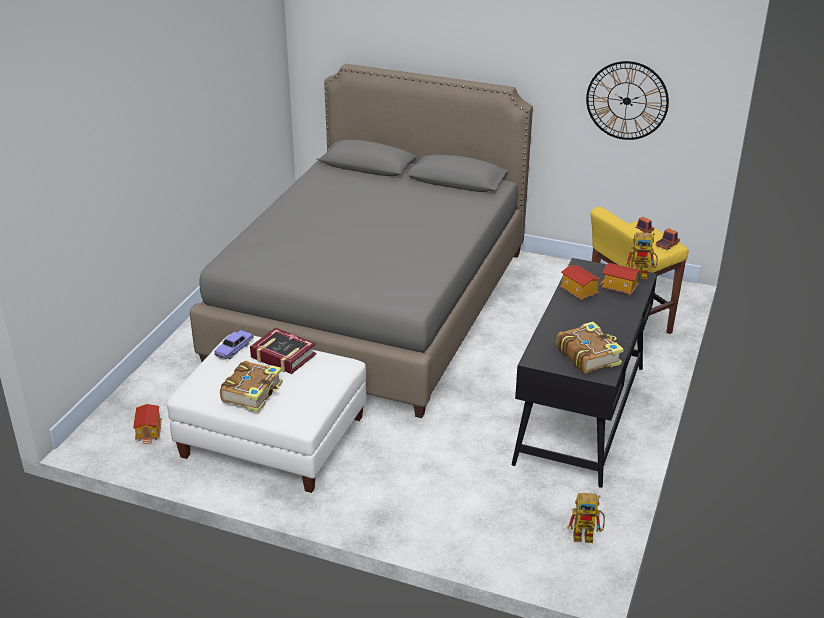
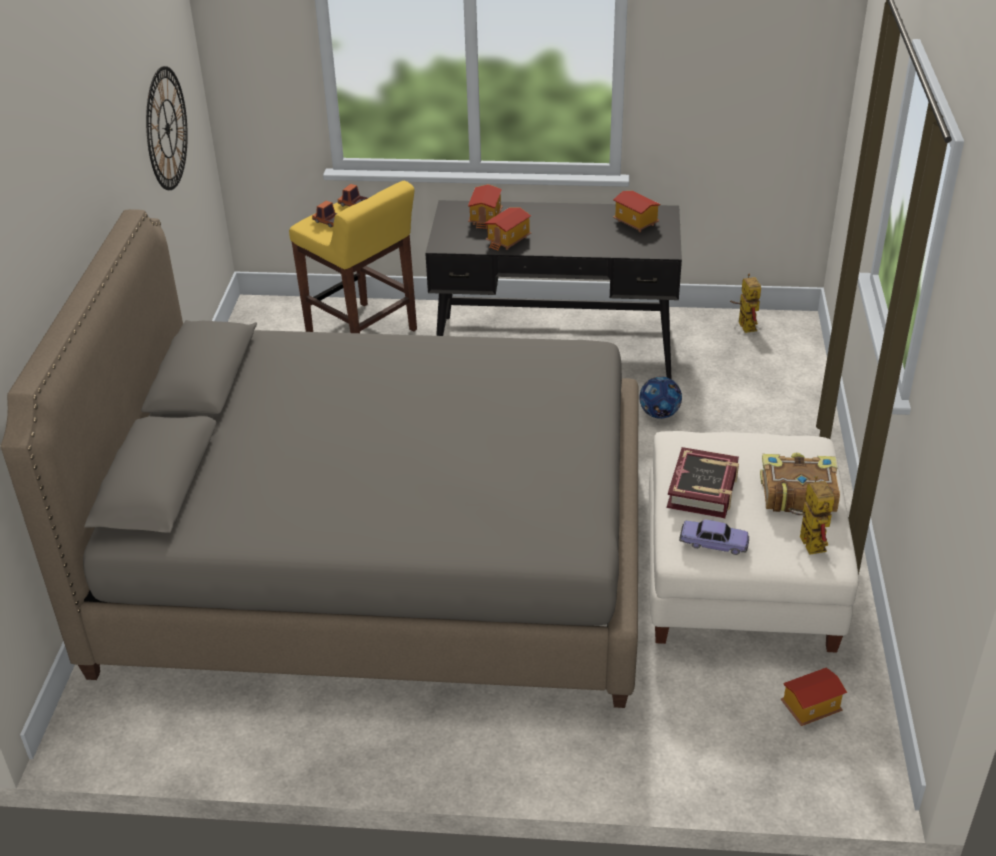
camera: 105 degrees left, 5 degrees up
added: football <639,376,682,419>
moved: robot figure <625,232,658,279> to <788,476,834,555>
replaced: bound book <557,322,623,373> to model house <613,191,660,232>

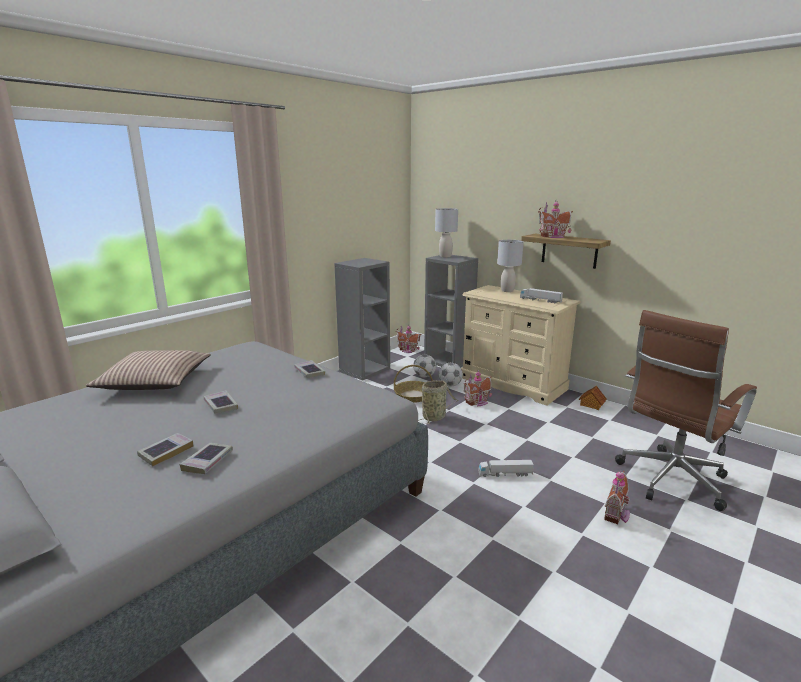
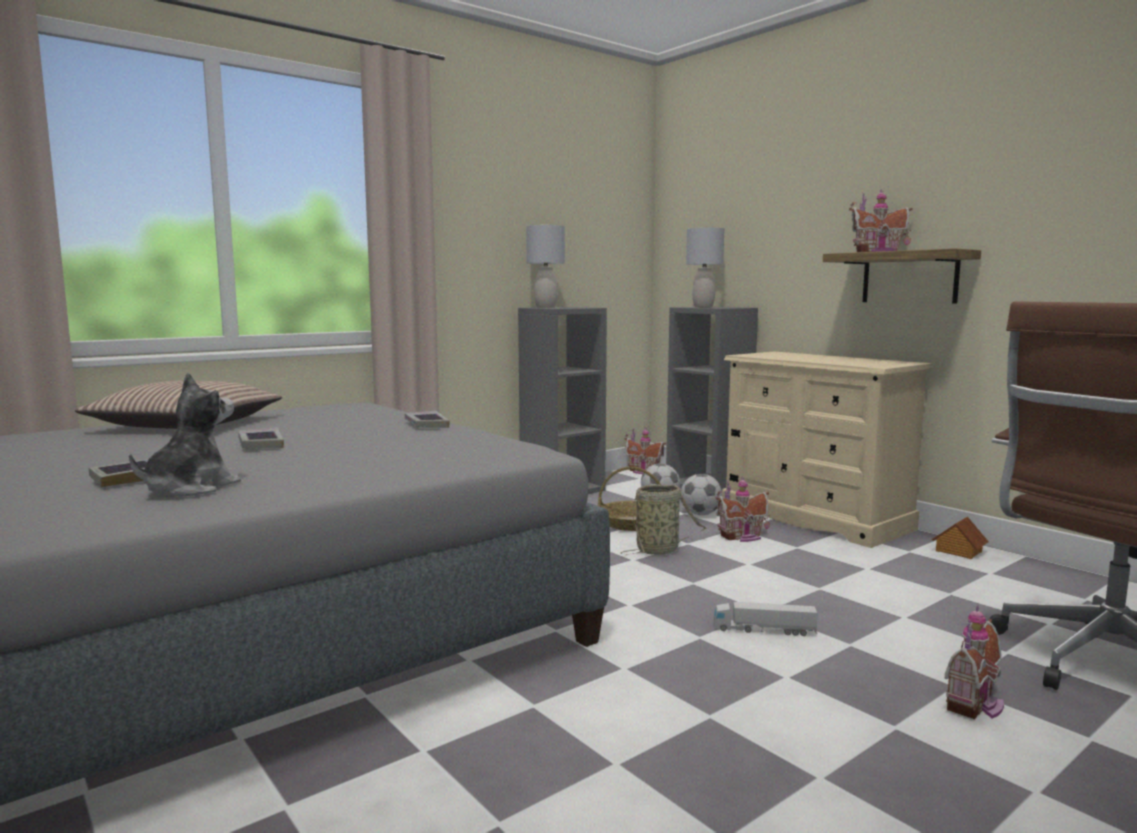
camera: 10 degrees right, 10 degrees down
removed: toy truck <520,288,563,304>
moved: greyish lamp for a table <497,240,524,292> to <526,225,565,308>
replaced: bound book <179,443,233,474> to soft toy <129,373,241,497>

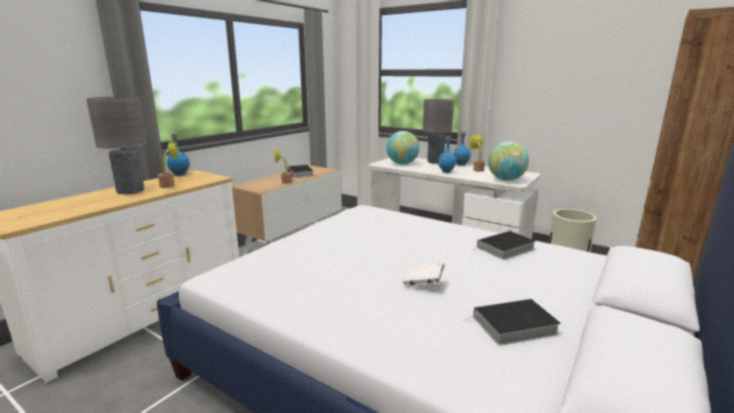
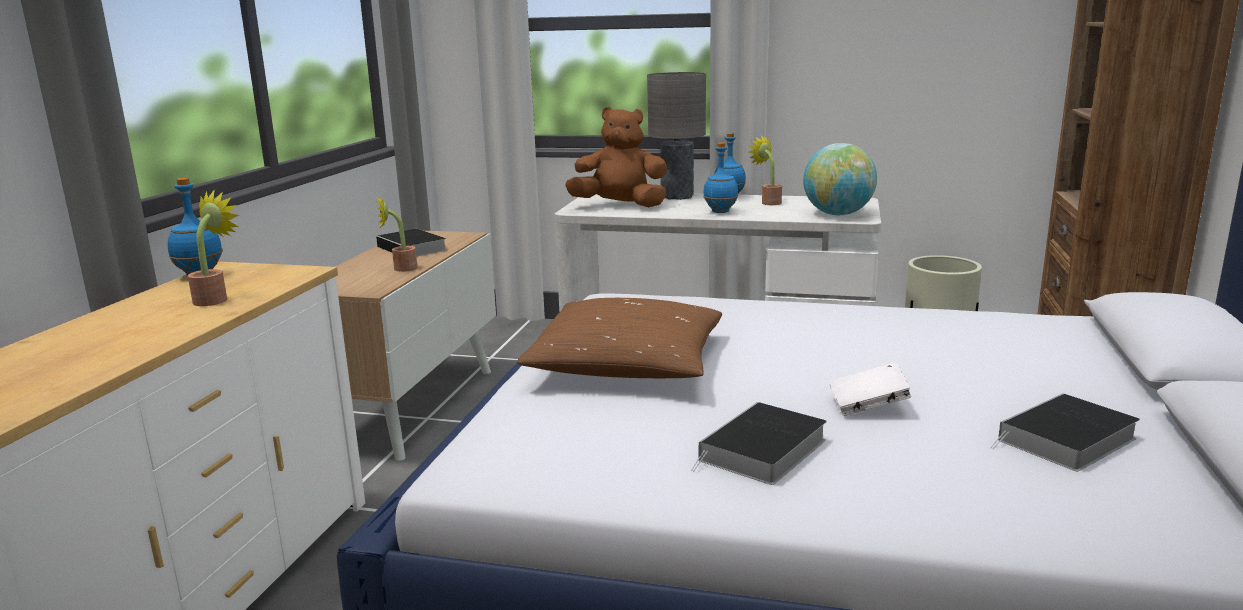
camera: 20 degrees left, 0 degrees up
removed: greyish lamp for a table <86,97,147,195>
added: brown cushion <517,298,722,378>
moved: bound book <475,231,536,260> to <691,402,827,485>
replaced: desk globe <386,131,420,164> to brown soft toy <565,107,667,207>

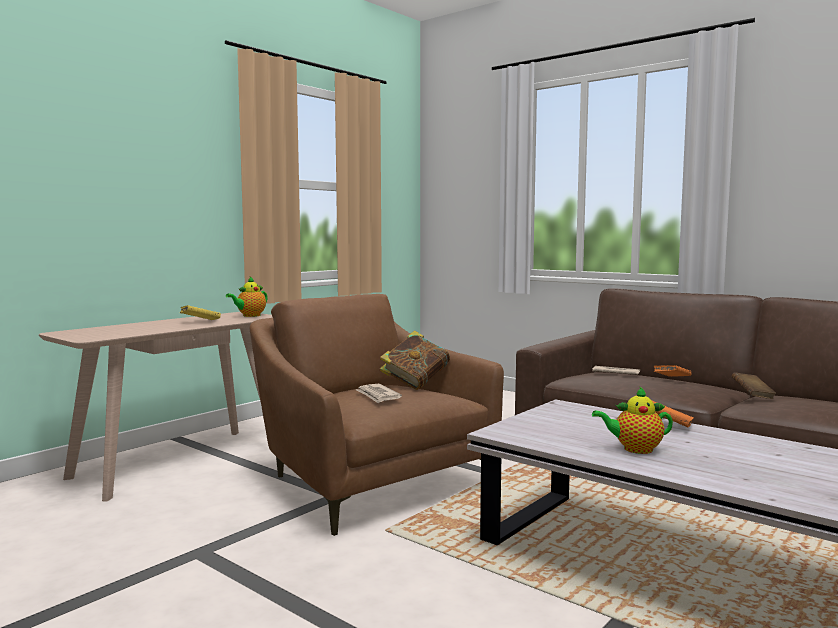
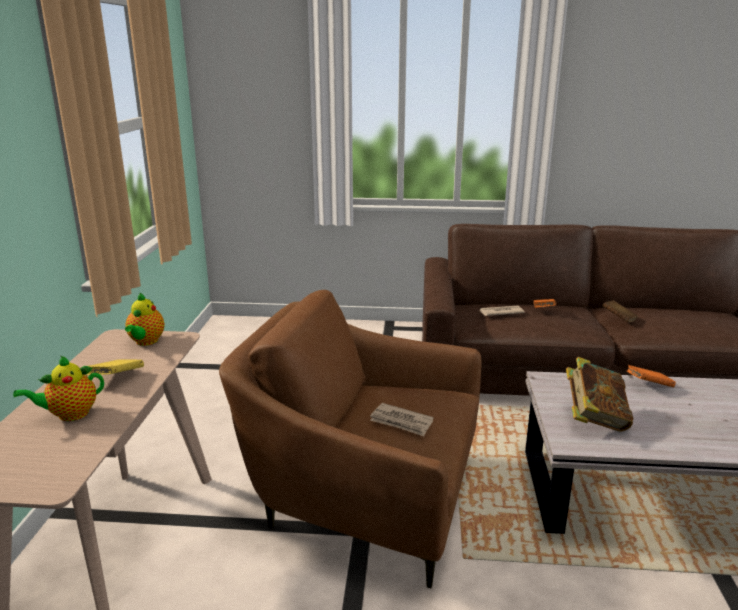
camera: 35 degrees left, 15 degrees up
moved: bound book <380,330,450,390> to <566,357,633,432>; pot for tea <592,386,673,454> to <13,355,104,421>

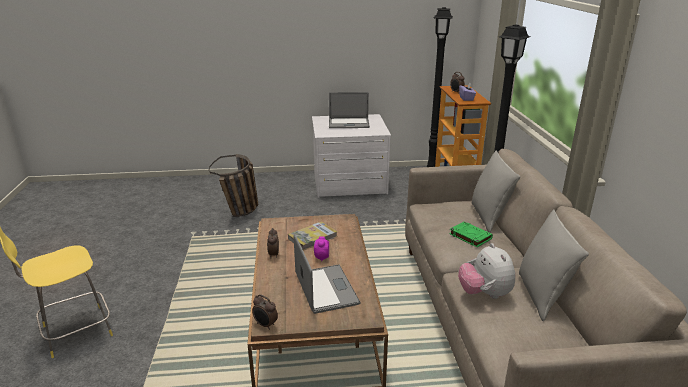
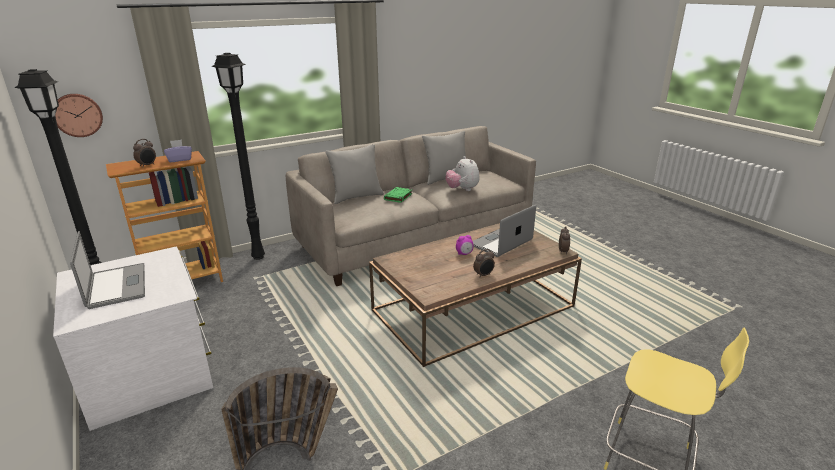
camera: 115 degrees left, 0 degrees up
removed: bound book <288,221,337,250>
added: hanging clock <55,94,103,137>
turned: soft toy <458,243,515,299> = <445,156,480,191> 105 degrees clockwise

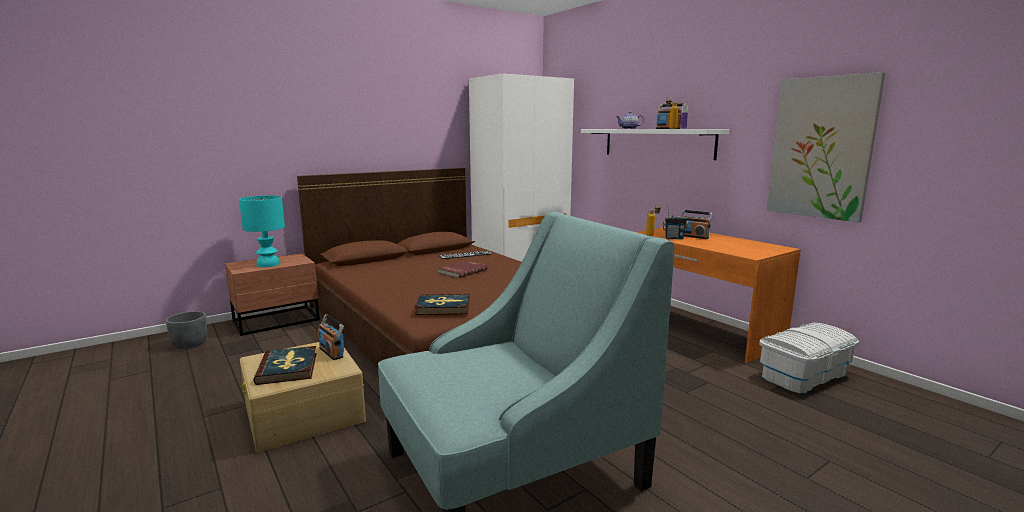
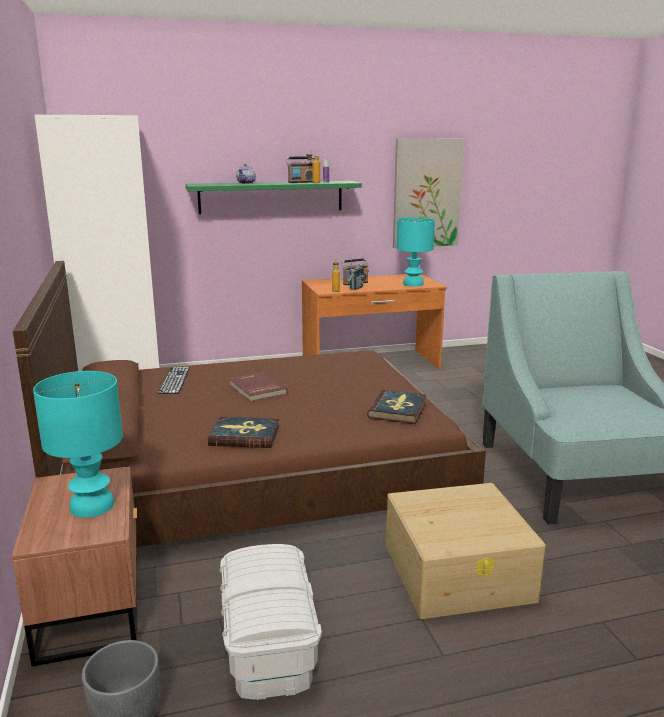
camera: 70 degrees left, 5 degrees up
removed: radio receiver <318,314,344,360>
added: blue-green lamp for a table <397,218,435,287>
moved: bound book <254,346,317,385> to <208,417,279,448>; white-coloured storage box <759,323,859,393> to <220,544,322,700>
recoloured: white-coloured wall shelf <581,129,729,160> to green-coloured wall shelf <185,181,362,214>

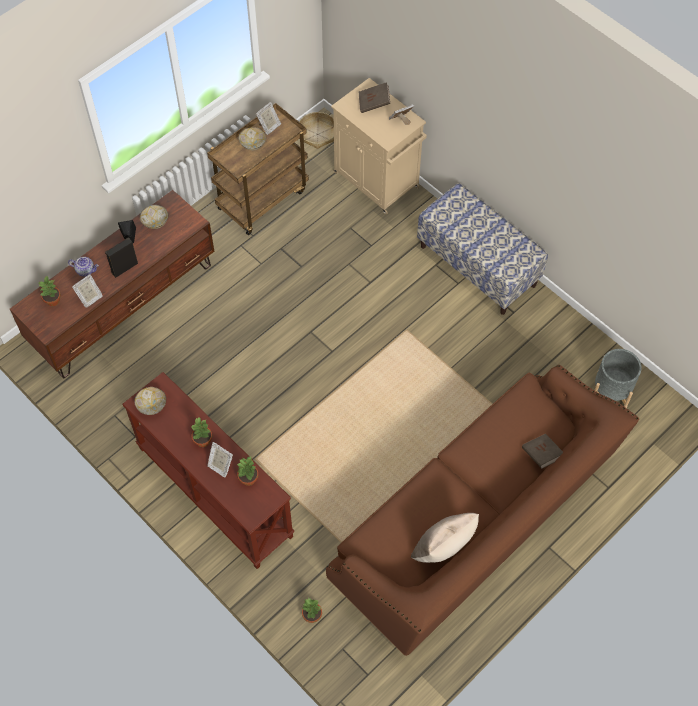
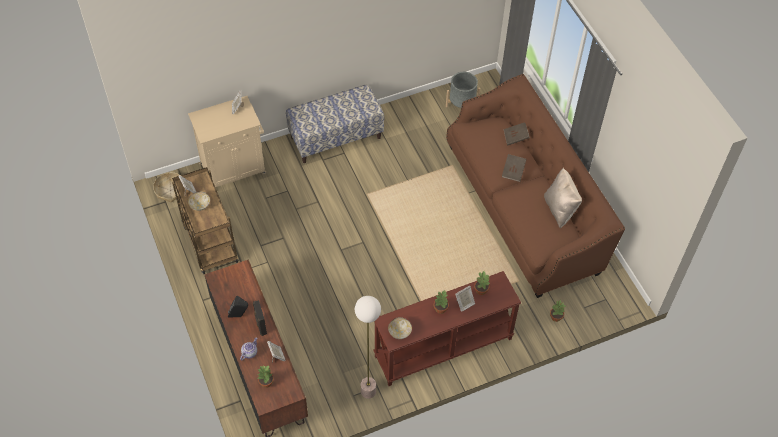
camera: 70 degrees left, 5 degrees down
removed: serving bowl <140,205,168,229>
added: floor lamp <355,296,381,399>
moved: brown bound book <359,82,390,113> to <502,154,527,182>

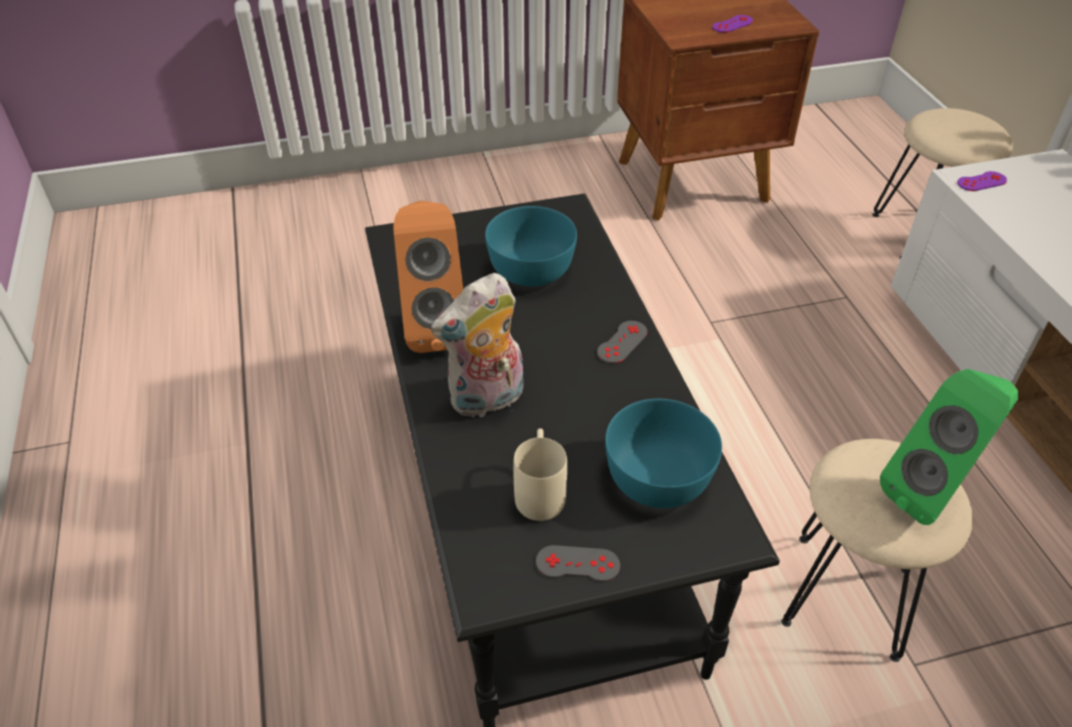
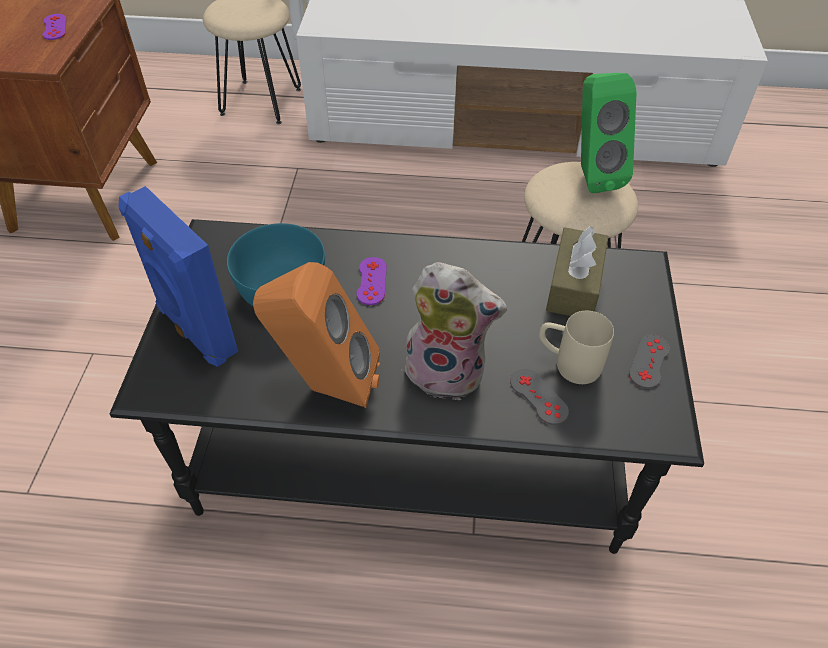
camera: 70 degrees left, 5 degrees up
added: blue-coloured speaker <118,186,238,367>
moved: greyish joypad <597,321,647,364> to <510,369,569,425>; purplish joypad <957,171,1007,191> to <356,257,387,305>
replaced: blue-green serving bowl <605,399,722,508> to brown box of tissues <546,226,609,316>
turned: soft toy <431,273,523,417> = <402,262,507,400> 60 degrees counterclockwise

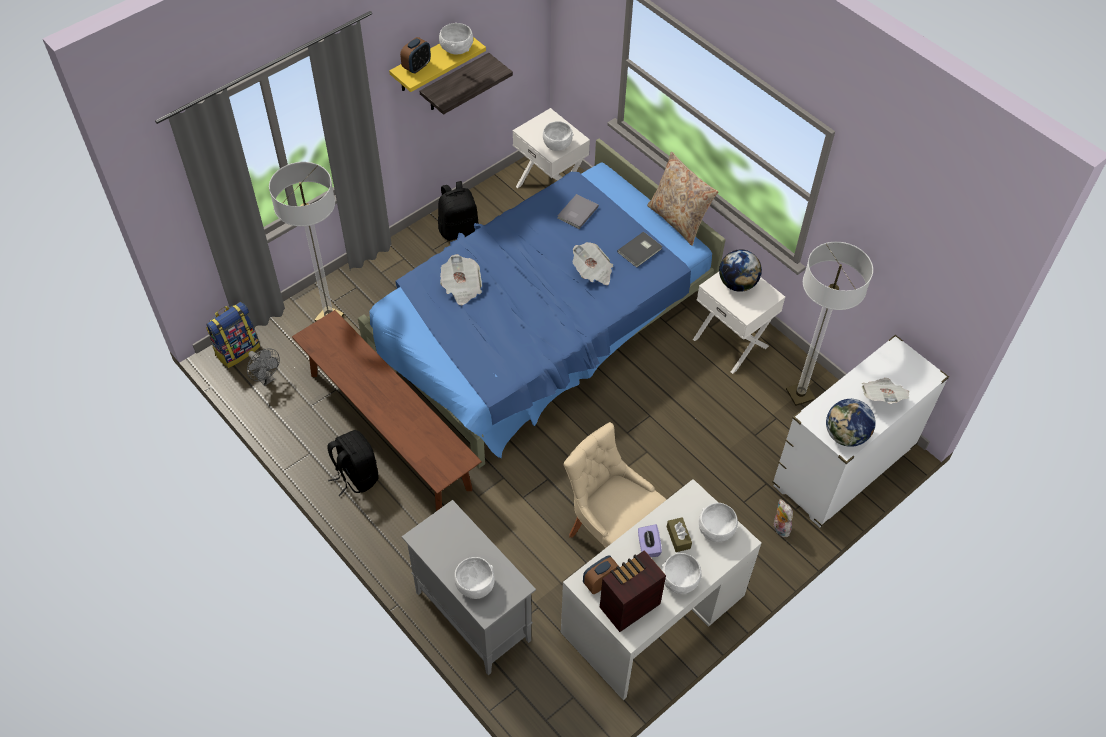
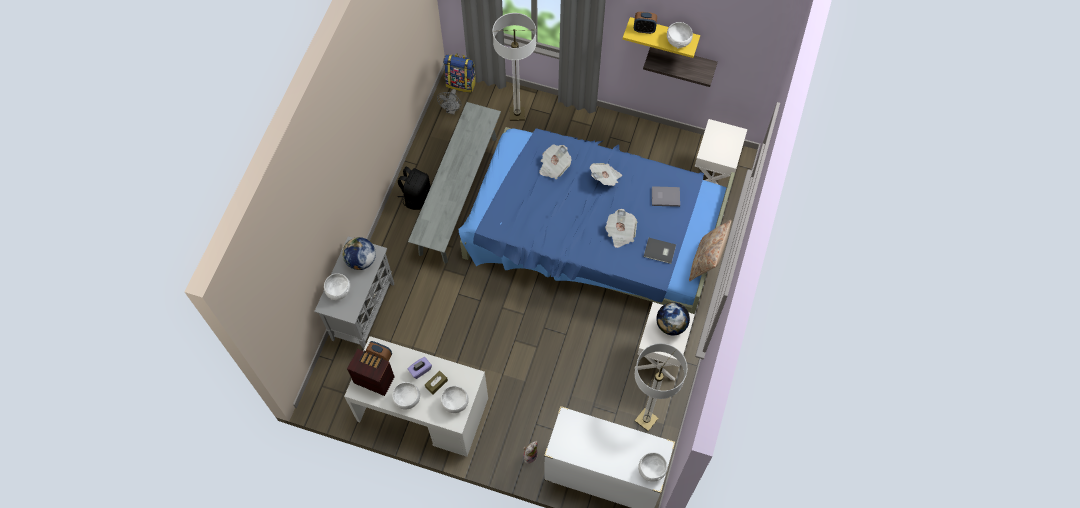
camera: 60 degrees right, 10 degrees up
removed: black-coloured knapsack <438,181,479,241>; beige-coloured plain chair <564,422,666,547>
moved: white-coloured serving bowl <543,121,573,151> to <638,452,668,482>; desk globe <826,399,876,447> to <342,237,376,270>; daily paper <862,378,909,404> to <590,163,622,186>
recoloured: brown long seat <292,310,482,511> to greyish long seat <408,102,501,264>

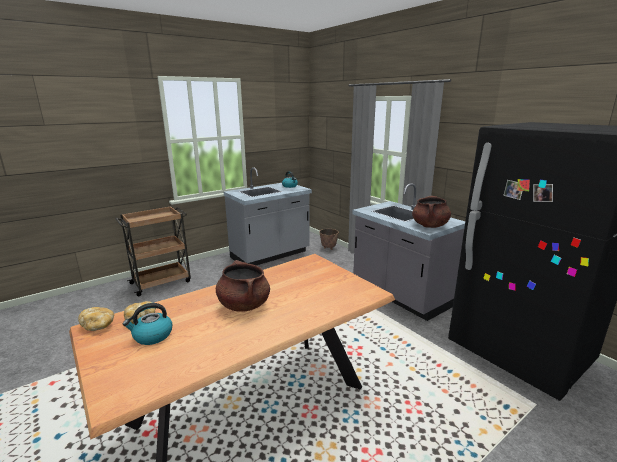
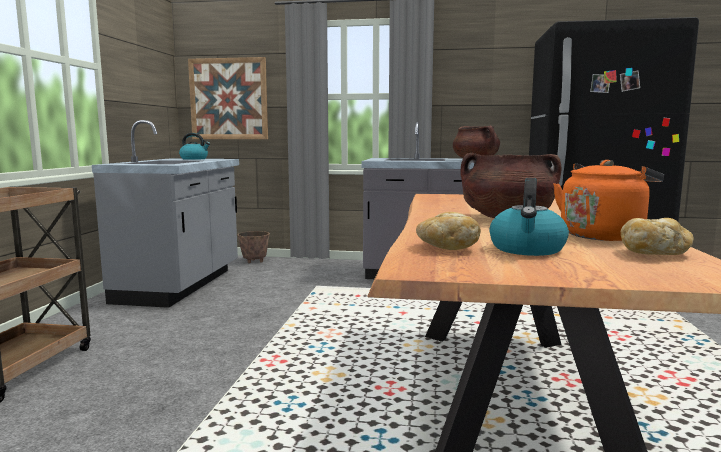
camera: 45 degrees left, 10 degrees down
added: picture <188,57,268,139>; orange-coloured tea kettle <553,160,664,241>
moved: bread <78,307,114,331> to <621,218,694,255>

